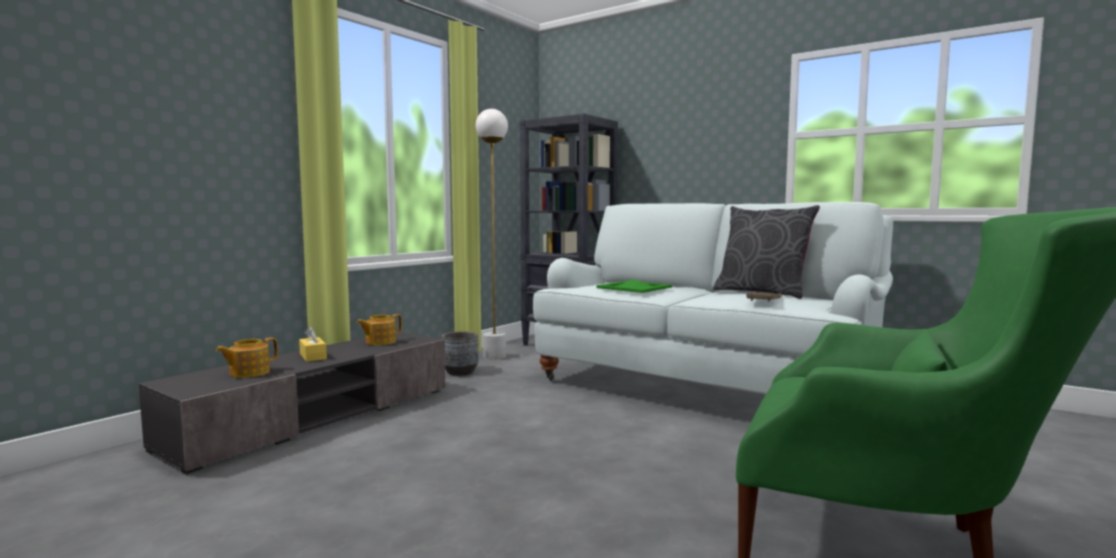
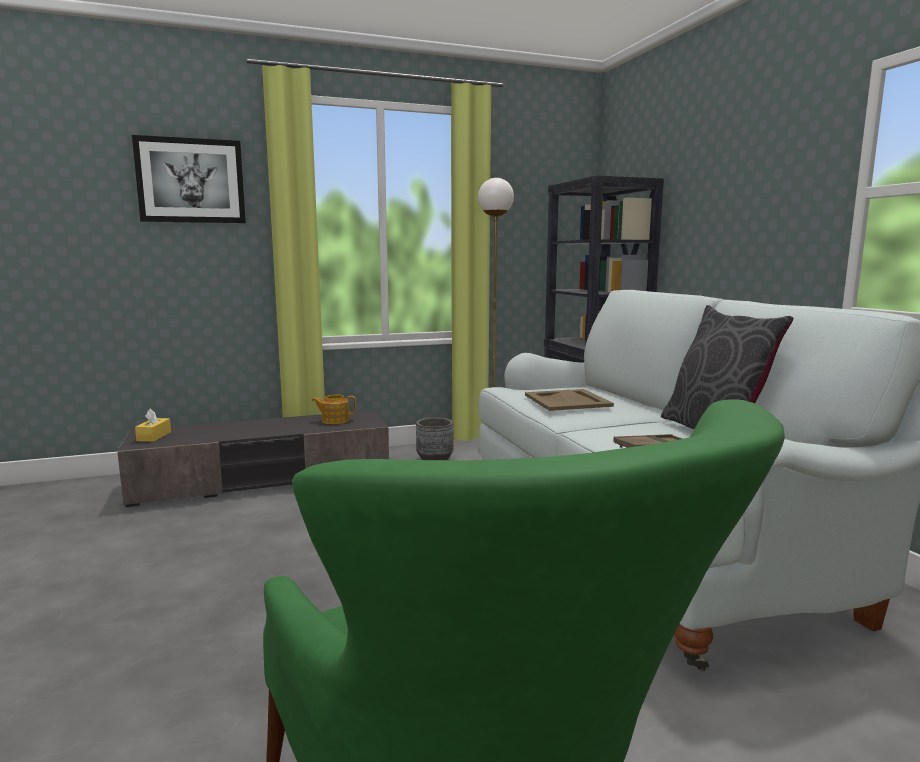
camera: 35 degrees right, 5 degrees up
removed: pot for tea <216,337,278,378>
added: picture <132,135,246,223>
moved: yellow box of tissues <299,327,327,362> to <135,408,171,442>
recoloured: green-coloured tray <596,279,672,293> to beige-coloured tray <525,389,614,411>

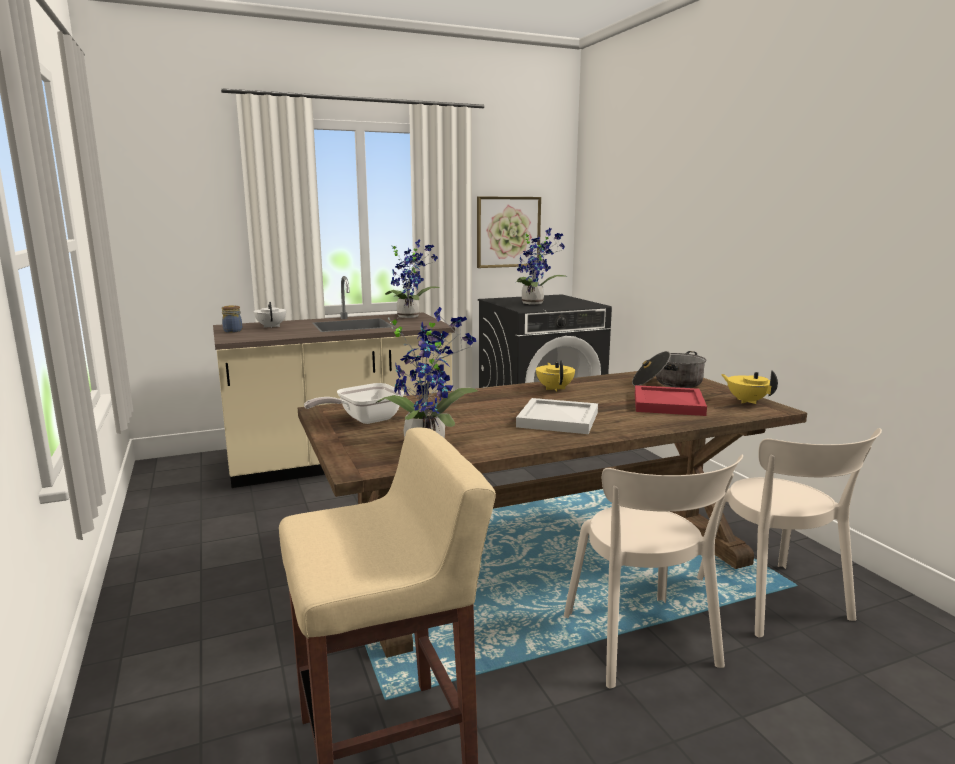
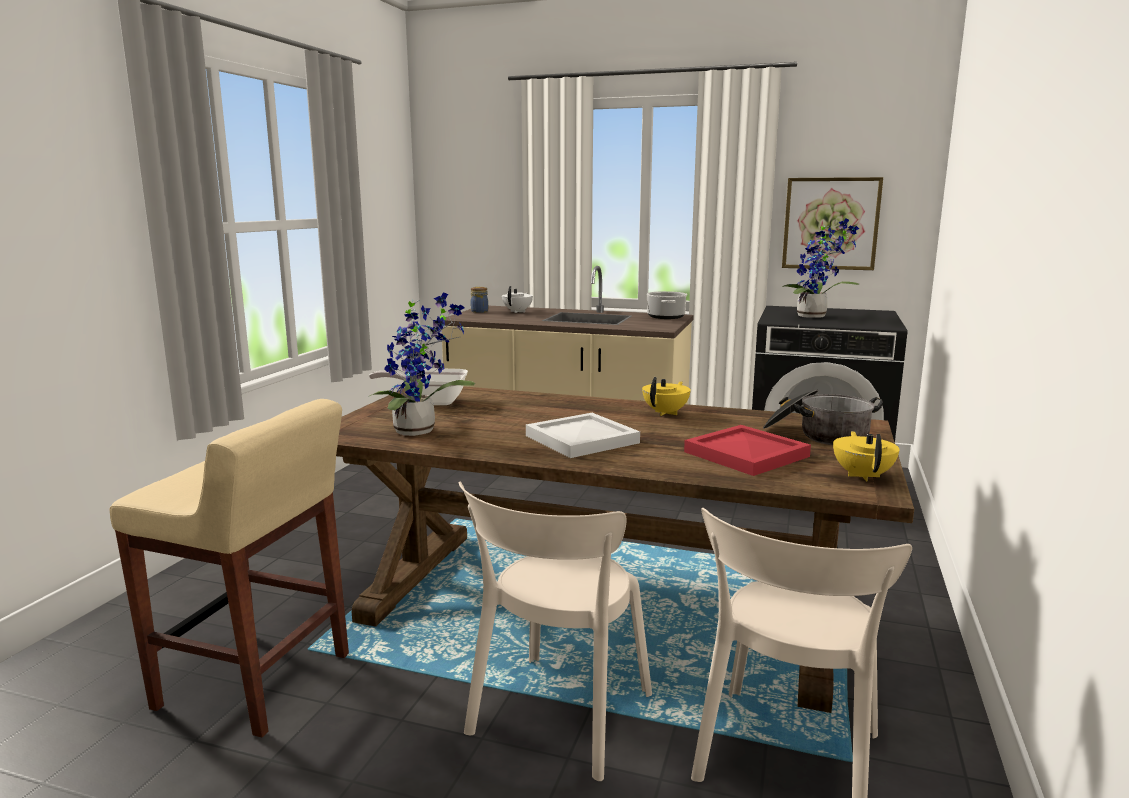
camera: 40 degrees right, 0 degrees up
replaced: houseplant <385,240,440,318> to saucepot <647,291,687,319>

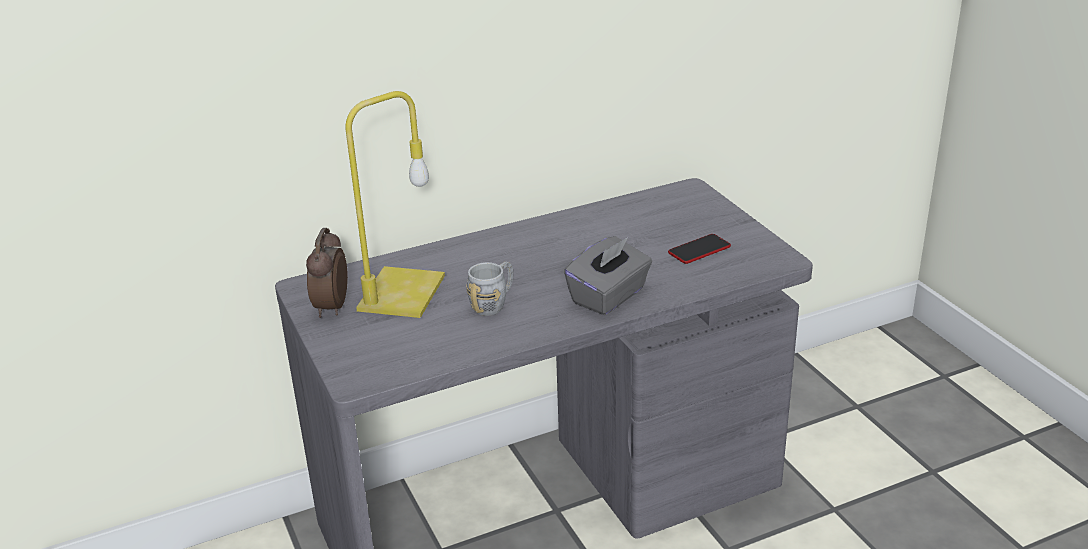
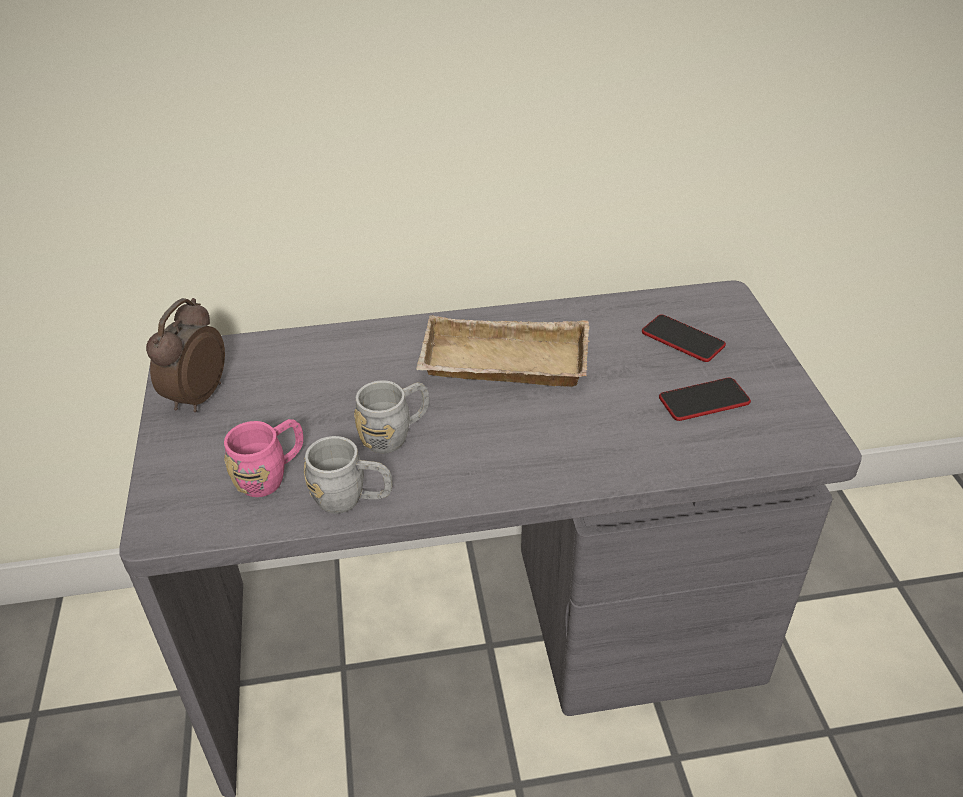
camera: 15 degrees right, 10 degrees up
removed: yellow lamp for a table <345,91,445,318>; greyish box of tissues <564,236,652,315>
added: pink-coloured tea mug <224,419,303,497>; greyish tea mug <304,436,393,514>; beige-coloured tray <416,315,589,387>; phone <642,314,726,362>

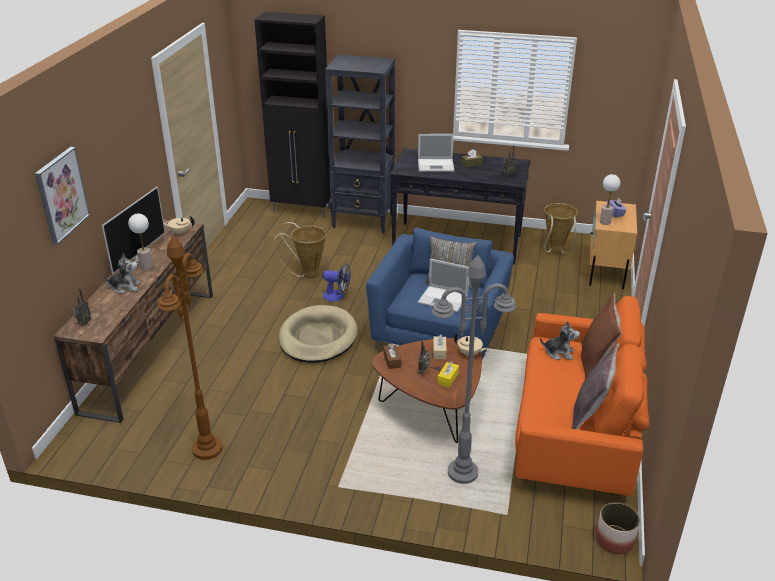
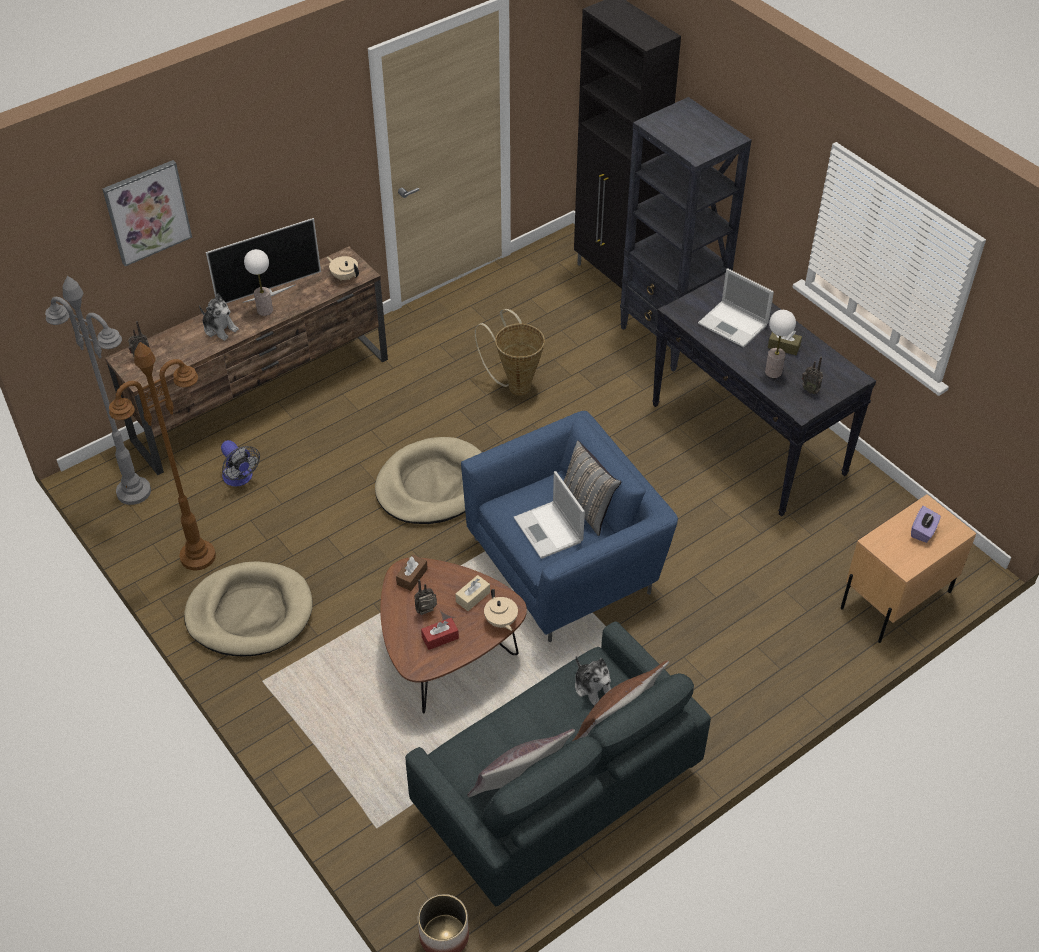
camera: 40 degrees right, 15 degrees up
removed: basket <544,203,578,253>
added: beige-coloured dog cushion <184,561,313,656>
moved: cooling fan <323,263,351,302> to <221,440,260,487>; greyish floor lamp <432,255,516,484> to <45,276,151,505>; lamp for a table <600,174,620,225> to <765,310,796,378>
recoloured: yellow box of tissues <437,361,459,388> to red-coloured box of tissues <421,618,459,650>; orange-coloured couch <515,296,650,496> to greyish couch <405,622,711,906>

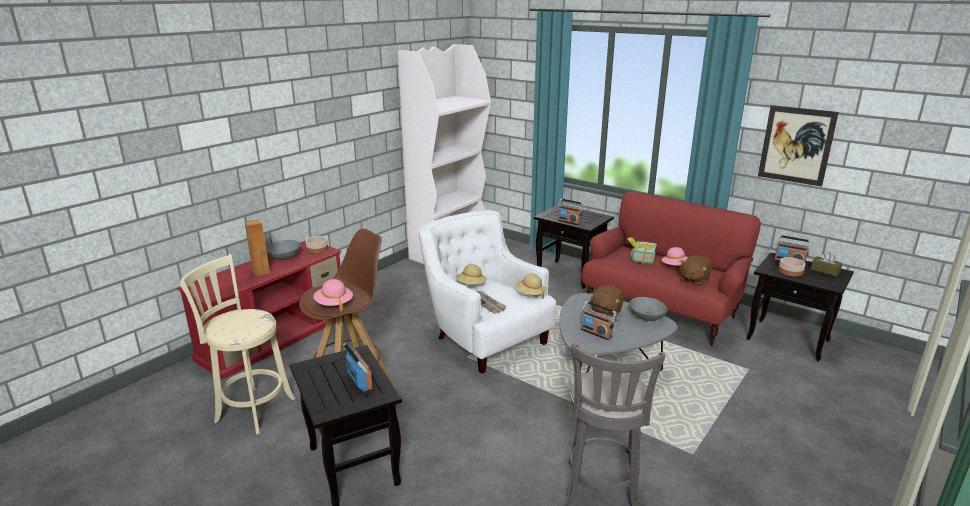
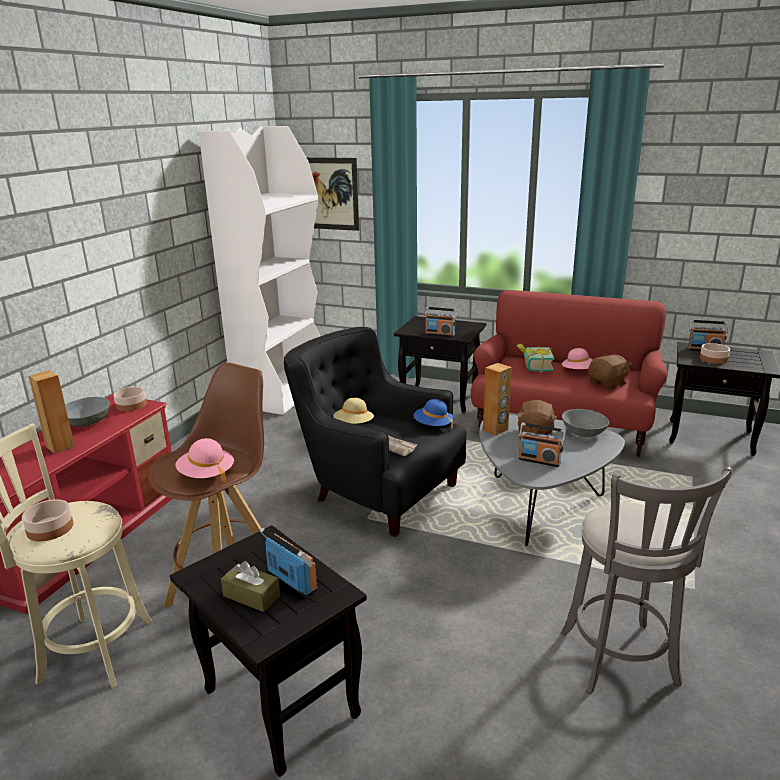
camera: 15 degrees left, 0 degrees up
added: serving bowl <22,499,74,542>; brown speaker <483,363,512,436>
moved: picture <758,105,839,187> to <306,157,359,231>; brown box of tissues <811,252,842,276> to <221,561,280,612>
recoloured: white-coloured armchair <419,210,556,374> to black-coloured armchair <284,327,467,537>; beige-coloured hat <515,273,547,299> to blue-coloured hat <413,399,453,429>
turned: brown soft toy <679,255,712,286> = <588,354,632,390> 150 degrees counterclockwise

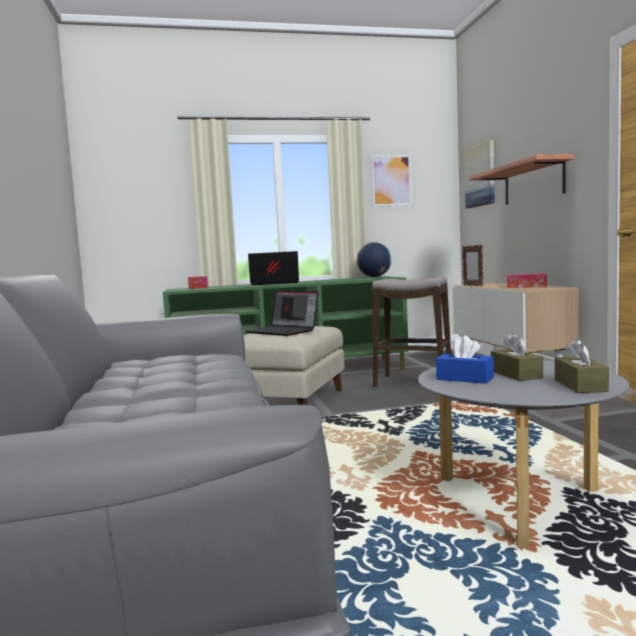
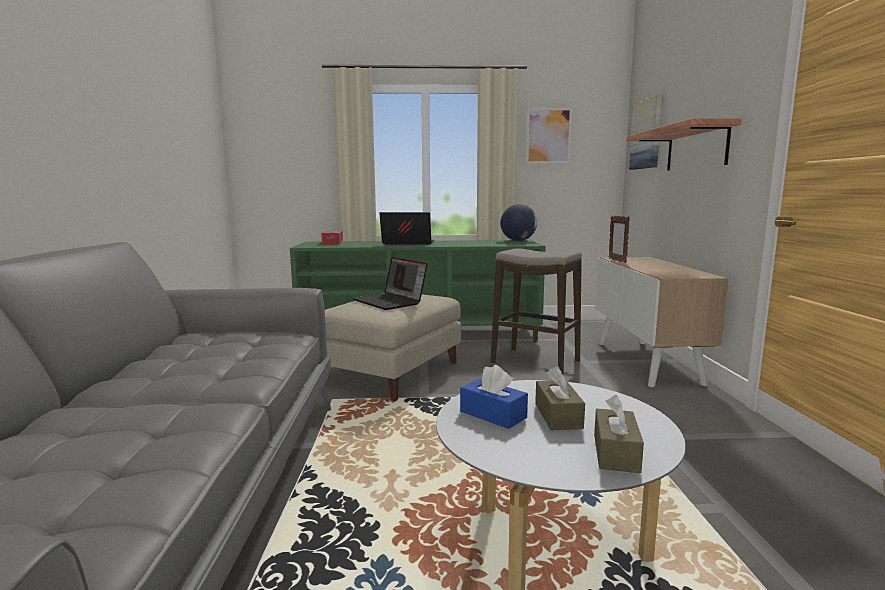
camera: 10 degrees right, 5 degrees up
removed: box of tissues <507,273,547,288>

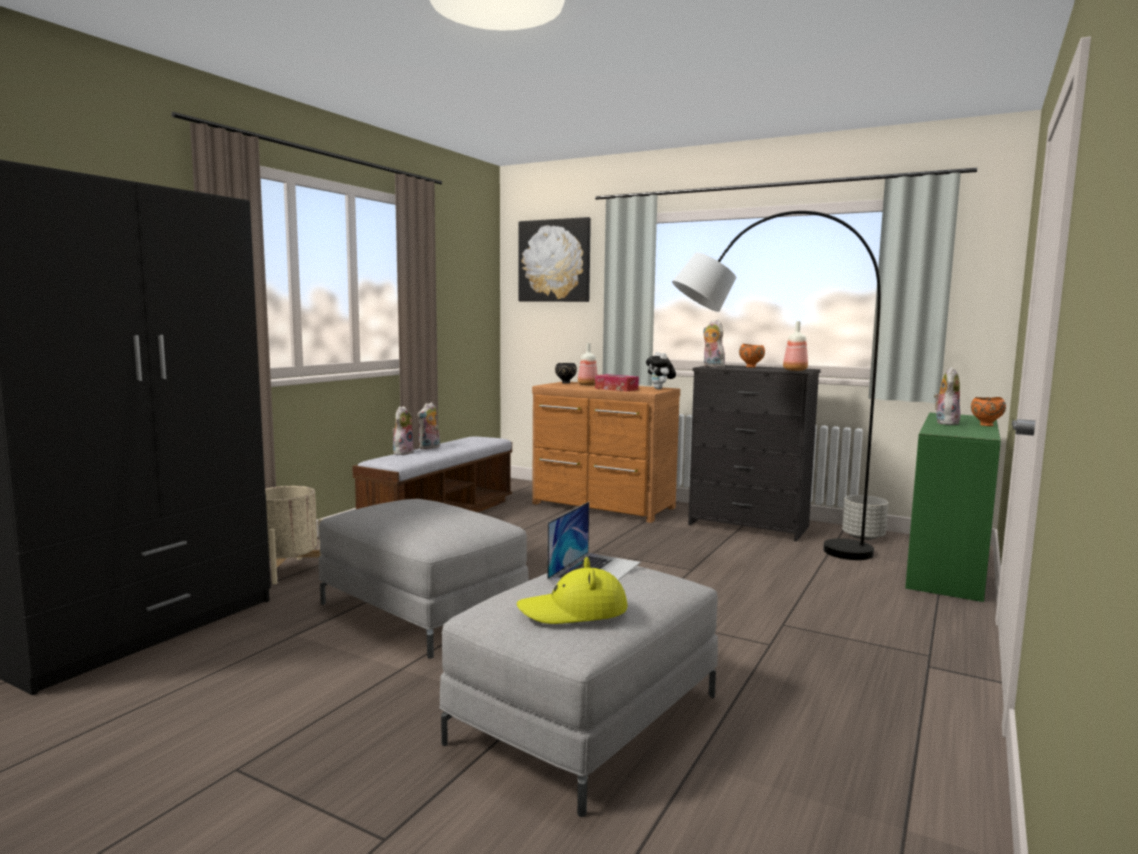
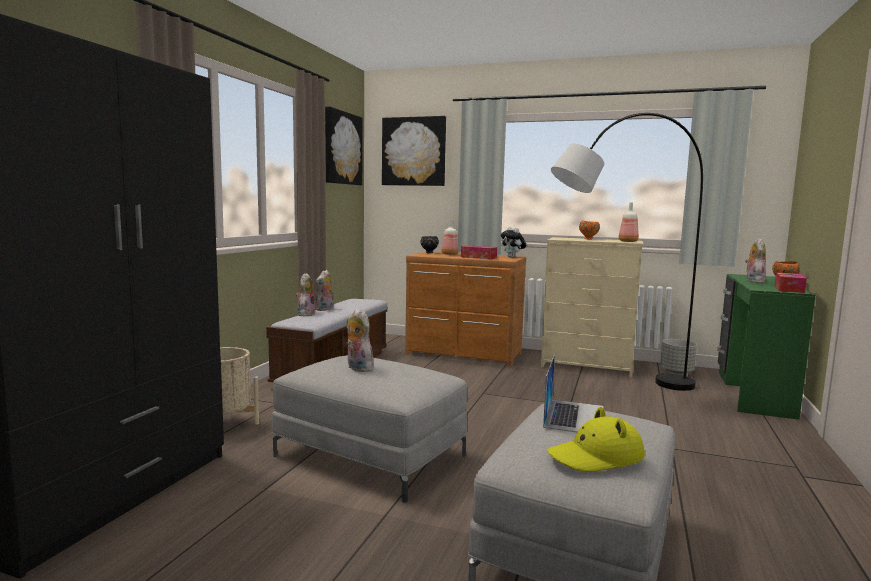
camera: 10 degrees left, 0 degrees up
added: picture <325,106,363,185>; box of tissues <775,272,807,293>
moved: soft toy <703,319,725,367> to <347,309,373,372>
recoloured: black-coloured drawer chest <688,365,821,542> to beige-coloured drawer chest <541,237,643,378>

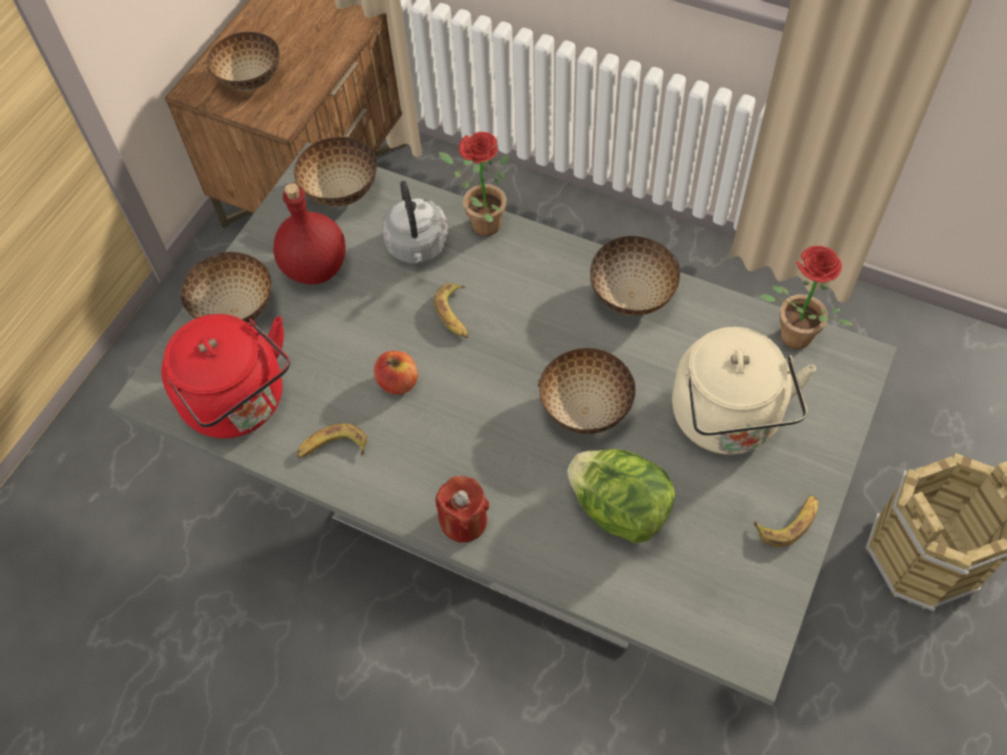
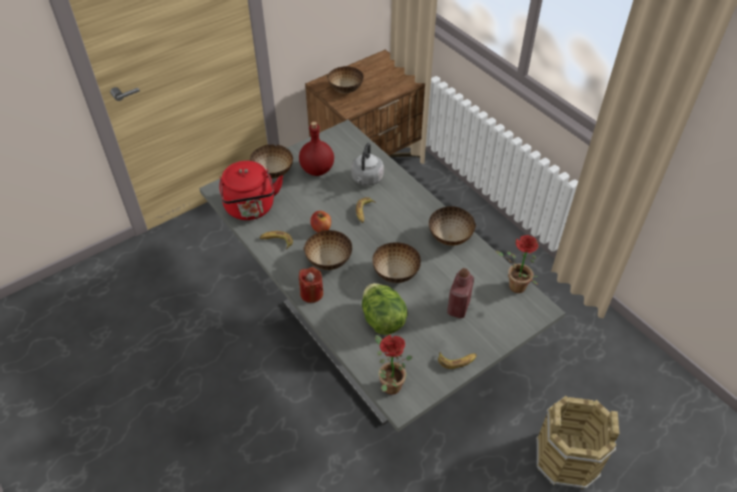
camera: 25 degrees right, 10 degrees down
moved: serving bowl <294,137,377,207> to <304,230,352,270>; houseplant <439,132,509,236> to <375,335,412,395>
replaced: beige-coloured tea kettle <672,327,816,455> to red-coloured bottle <447,268,474,318>

